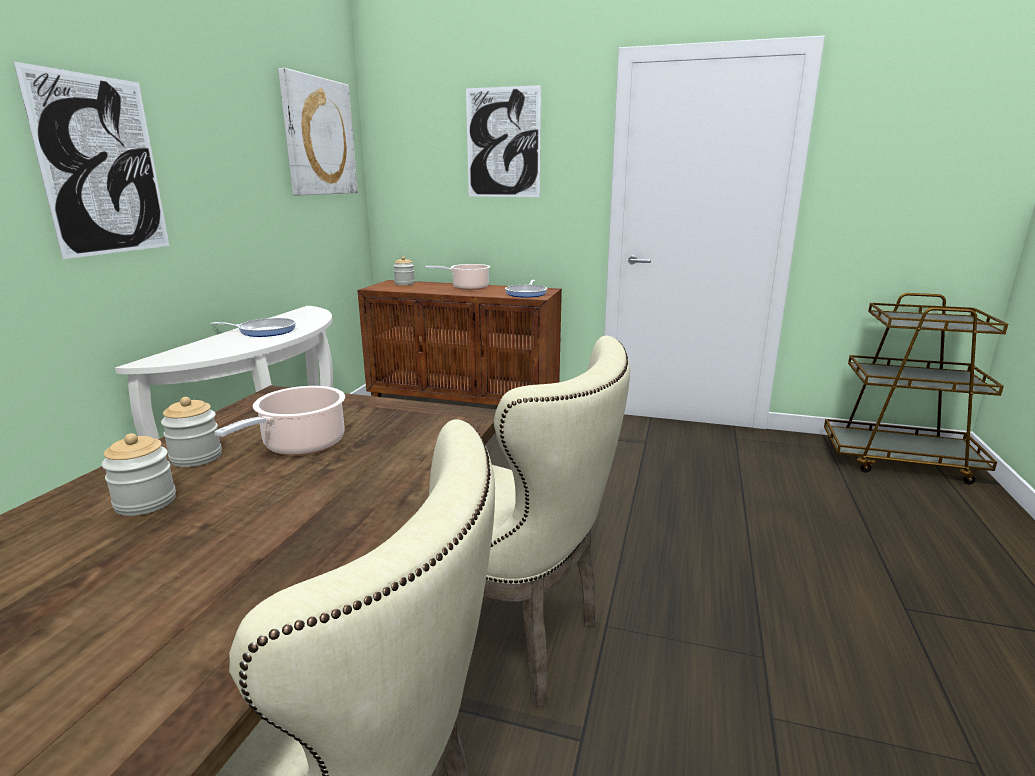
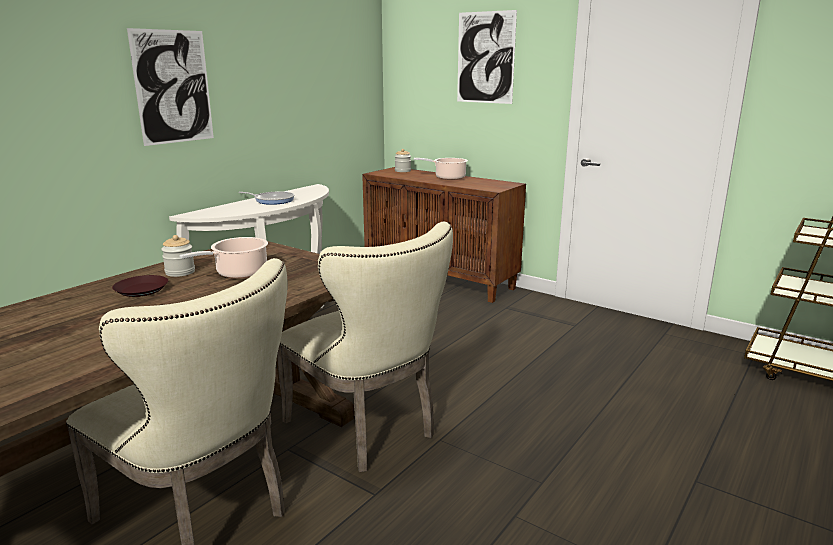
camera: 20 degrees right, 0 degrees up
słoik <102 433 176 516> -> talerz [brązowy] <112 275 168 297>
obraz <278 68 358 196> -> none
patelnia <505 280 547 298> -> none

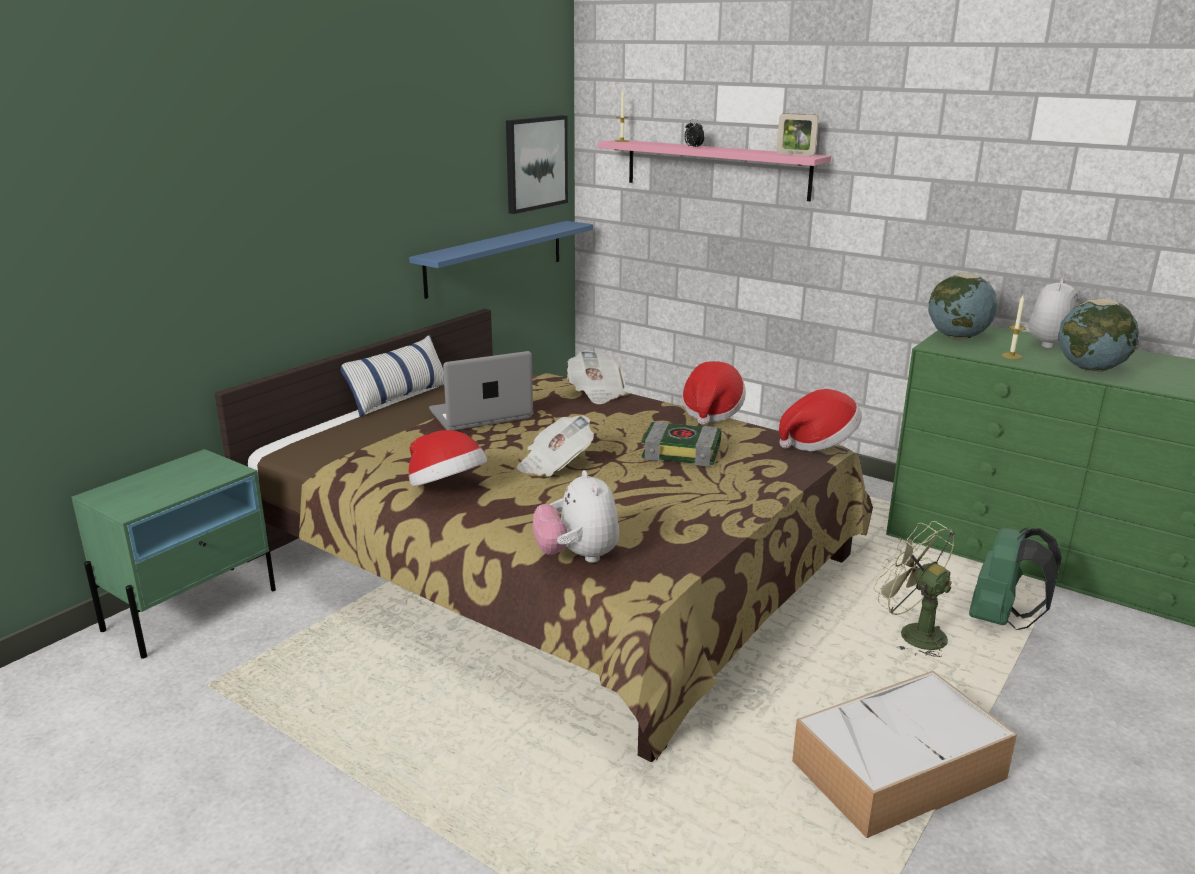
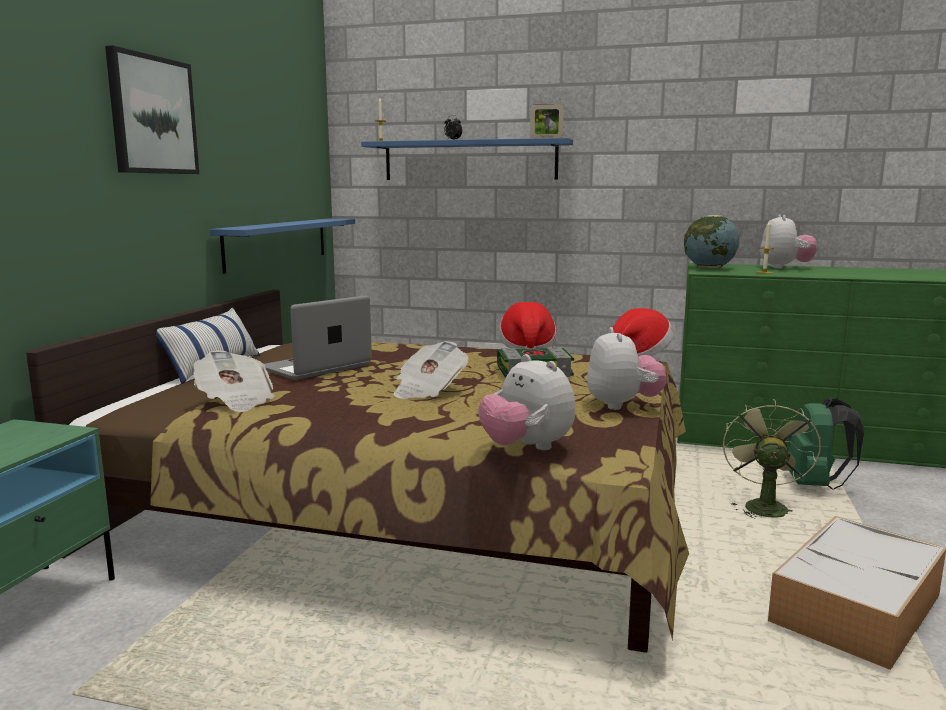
camera: 20 degrees left, 10 degrees down
obraz <506 115 568 214> -> obraz <105 46 199 174>, move
gazeta <567 350 626 404> -> gazeta <193 350 275 412>, move
półka [różowy] <598 140 831 201> -> półka [niebieski] <361 138 573 180>
none -> pluszak <587 327 667 410>
wentylator [zielony] <874 521 954 657> -> wentylator [zielony] <723 399 821 518>, 75 degrees clockwise
kapelusz <409 430 487 487> -> none
globus <1058 299 1139 371> -> none

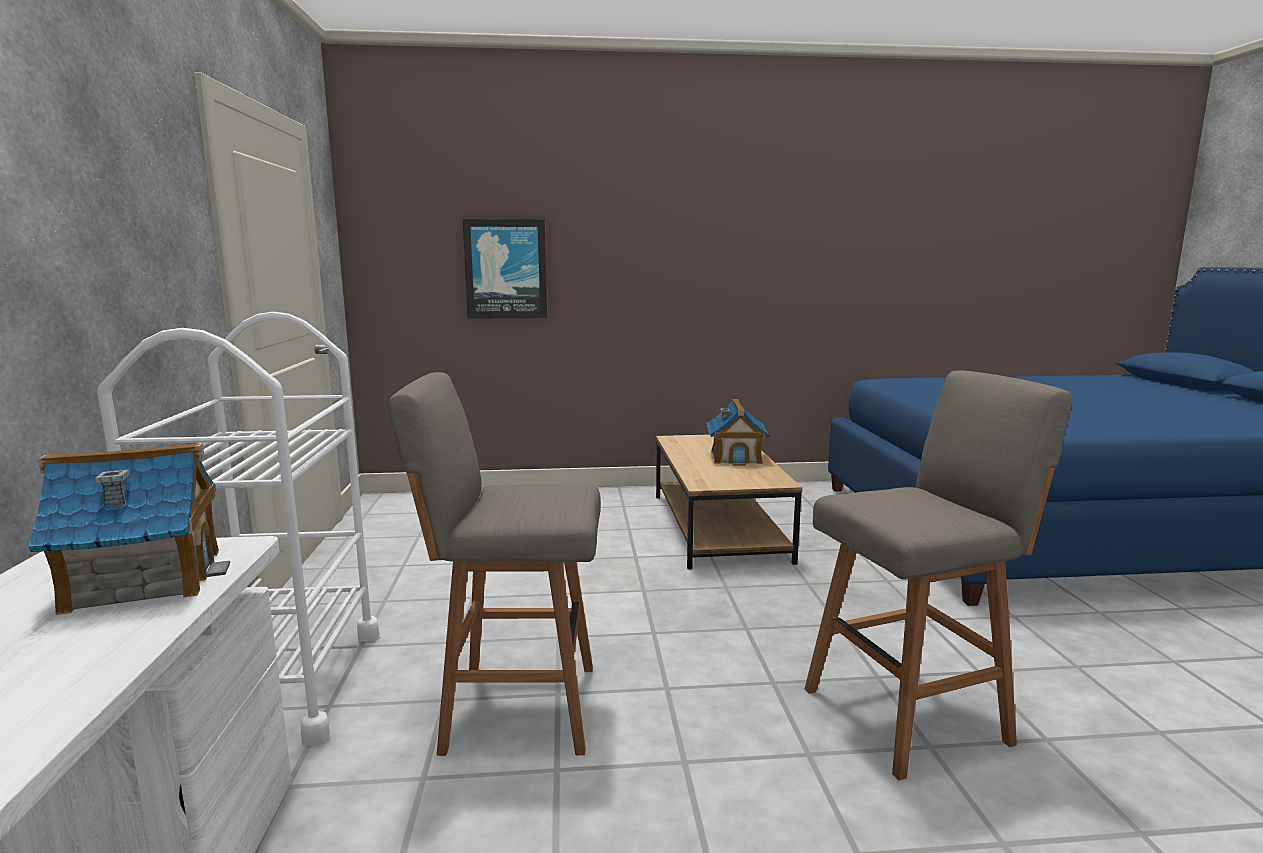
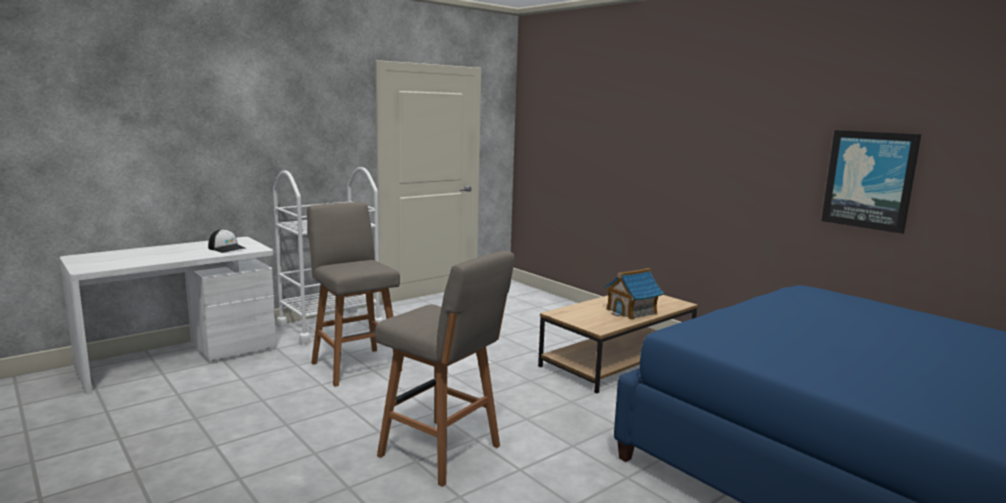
camera: 55 degrees right, 0 degrees up
domek <28 443 230 615> -> czapka z daszkiem <208 229 246 253>
obraz <463 219 547 319> -> obraz <821 130 921 234>, move

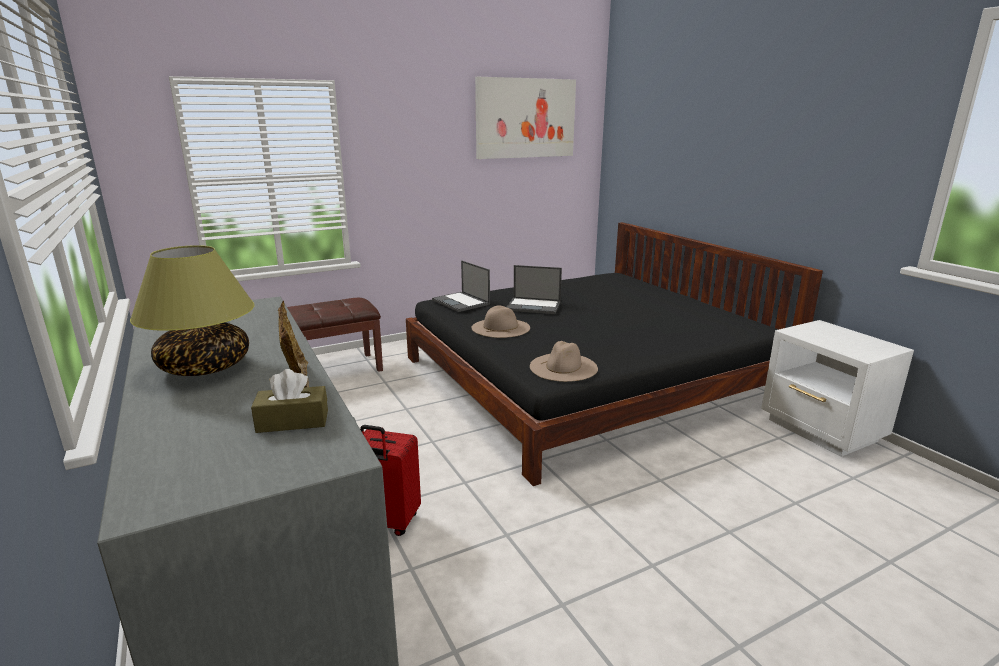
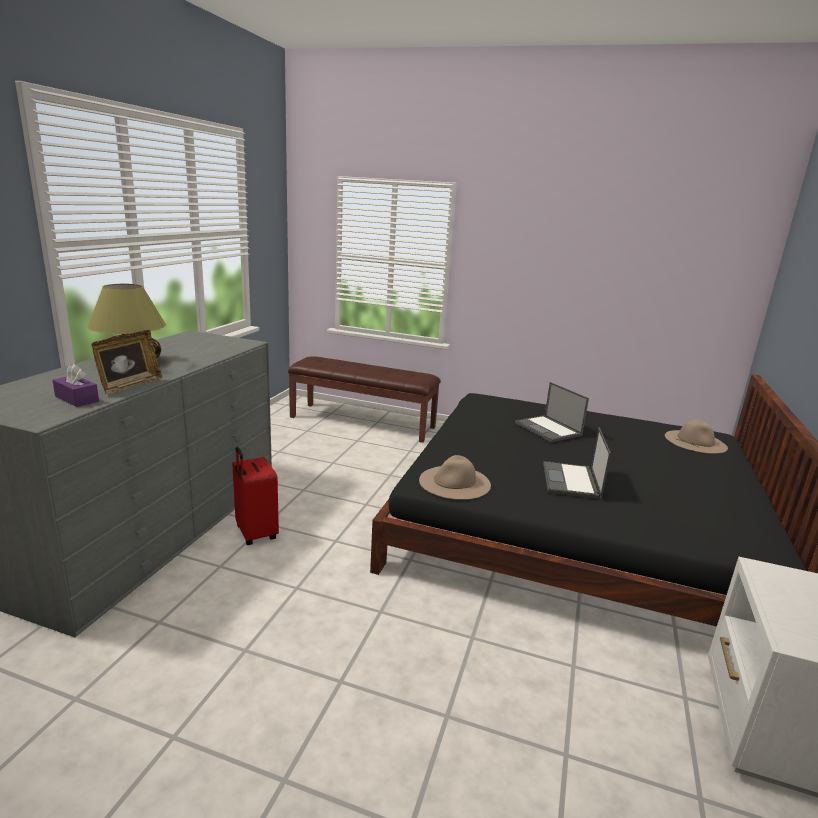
camera: 45 degrees right, 0 degrees up
pudełko chusteczek [brązowy] <251 369 328 433> -> pudełko chusteczek [fioletowy] <53 364 99 407>
laptop <432 260 490 312> -> laptop <543 427 611 499>, move
kapelusz [beżowy] <472 305 530 338> -> kapelusz [beżowy] <665 420 728 454>, move
obraz <475 77 576 159> -> none

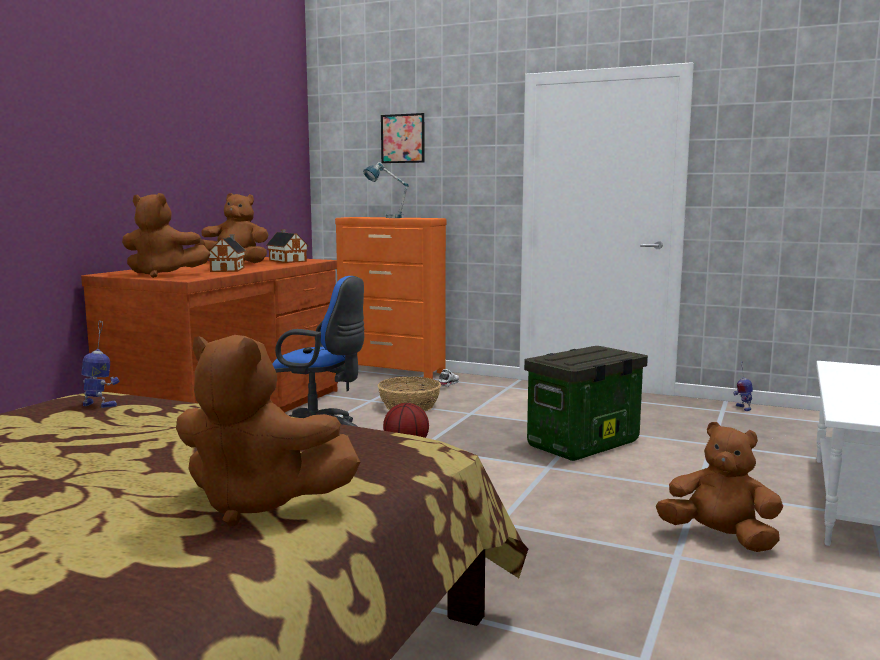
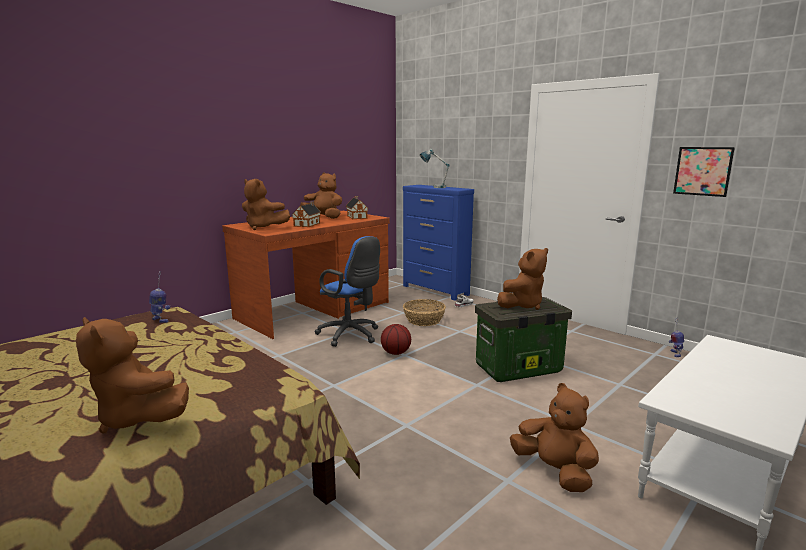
camera: 20 degrees right, 5 degrees up
komoda [pomarańczowy] <335 217 446 380> -> komoda [niebieski] <403 185 474 301>
none -> pluszak [brązowy] <497 248 548 310>
obraz <381 113 425 163> -> obraz <673 147 735 197>, move

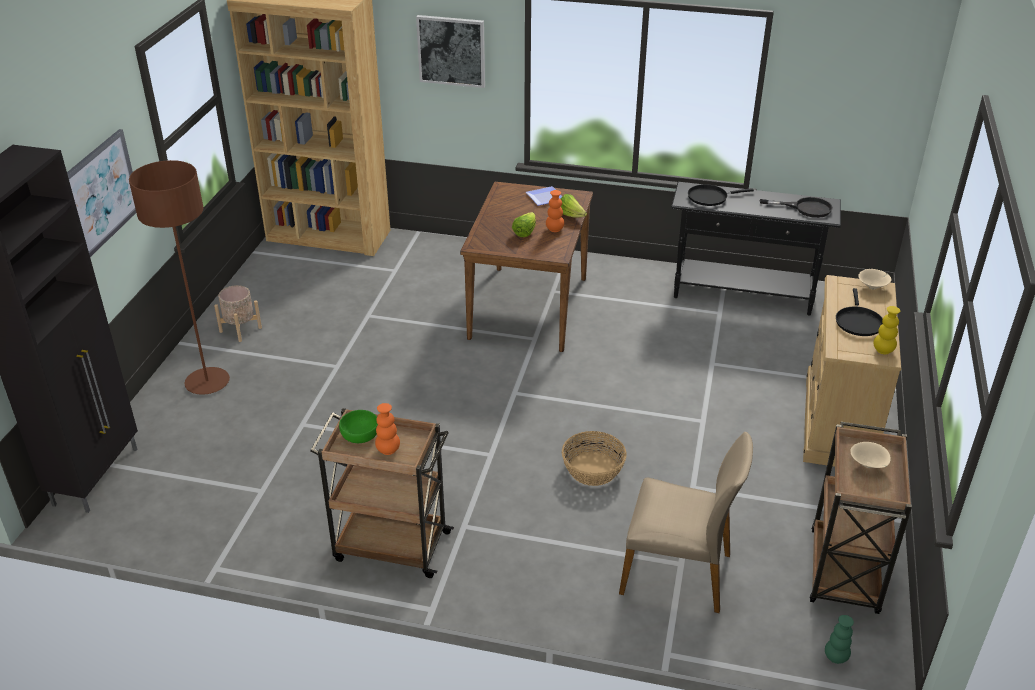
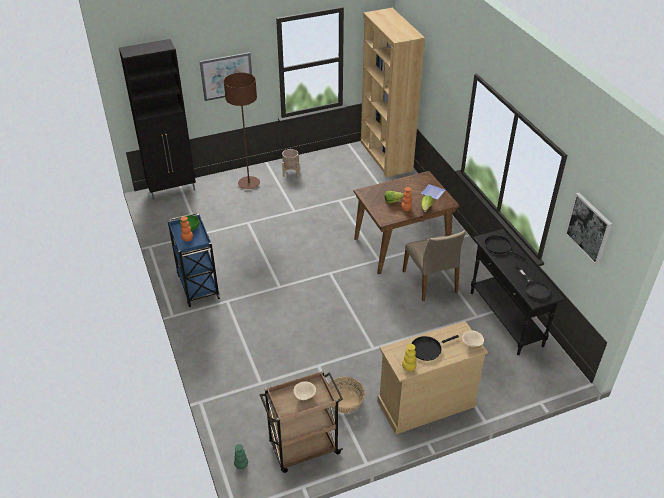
camera: 55 degrees right, 5 degrees up
wózek [brązowy] <310 408 454 578> -> wózek [niebieski] <168 213 220 307>
koszyk <562 431 627 486> -> koszyk <328 377 365 413>, move
krzesło [beżowy] <619 432 753 613> -> krzesło [beżowy] <403 230 466 301>, move
obraz <416 15 485 88> -> obraz <565 193 612 265>, move

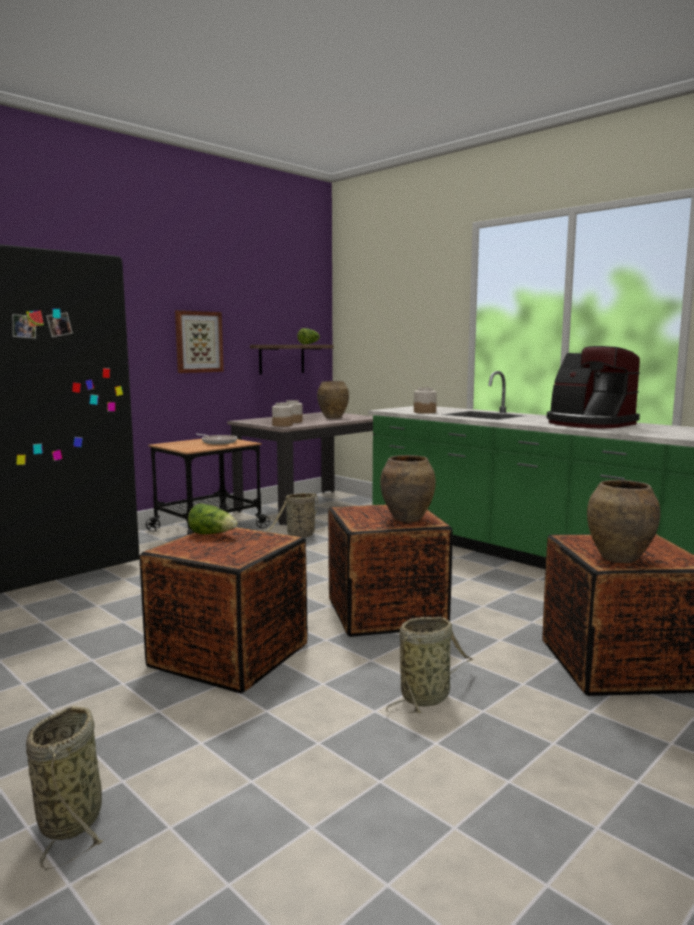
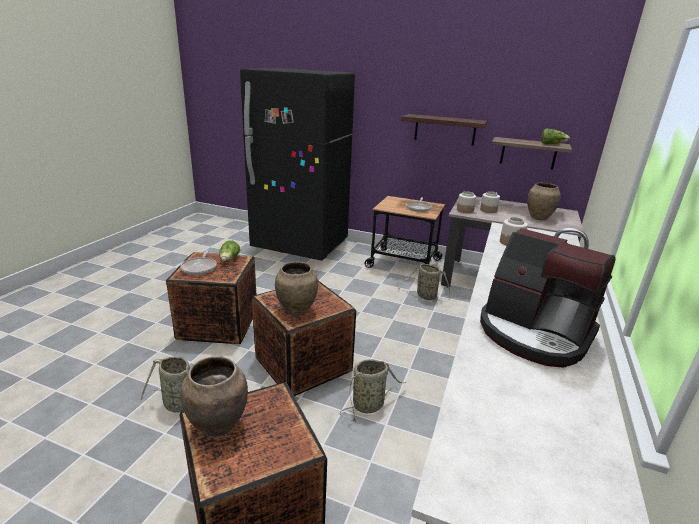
camera: 65 degrees right, 15 degrees up
none -> patelnia <180 249 216 275>
koszyk <26 706 104 870> -> koszyk <340 359 407 422>, move
obraz <175 310 224 373> -> półka <401 114 487 146>
ekspres do kawy <547 346 640 429> -> ekspres do kawy <480 228 616 368>, 75 degrees counterclockwise

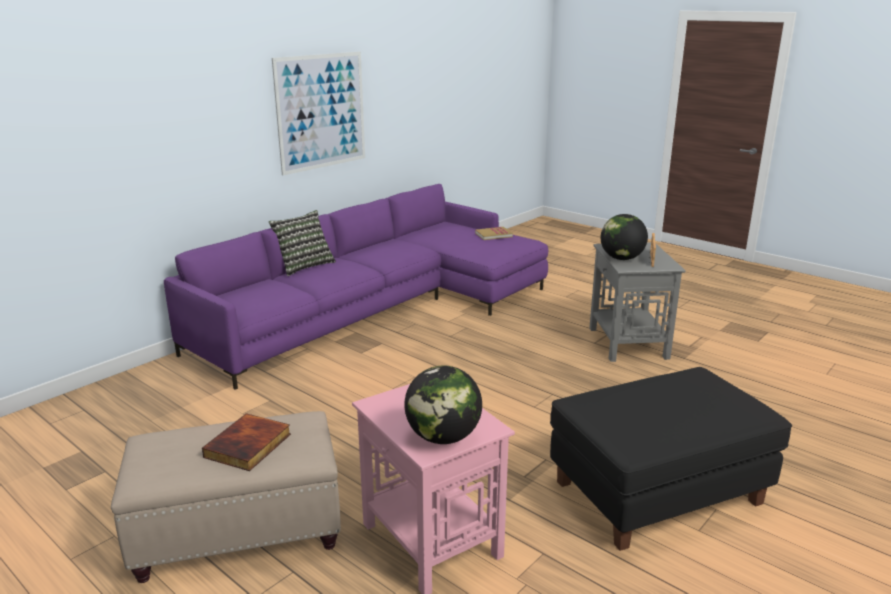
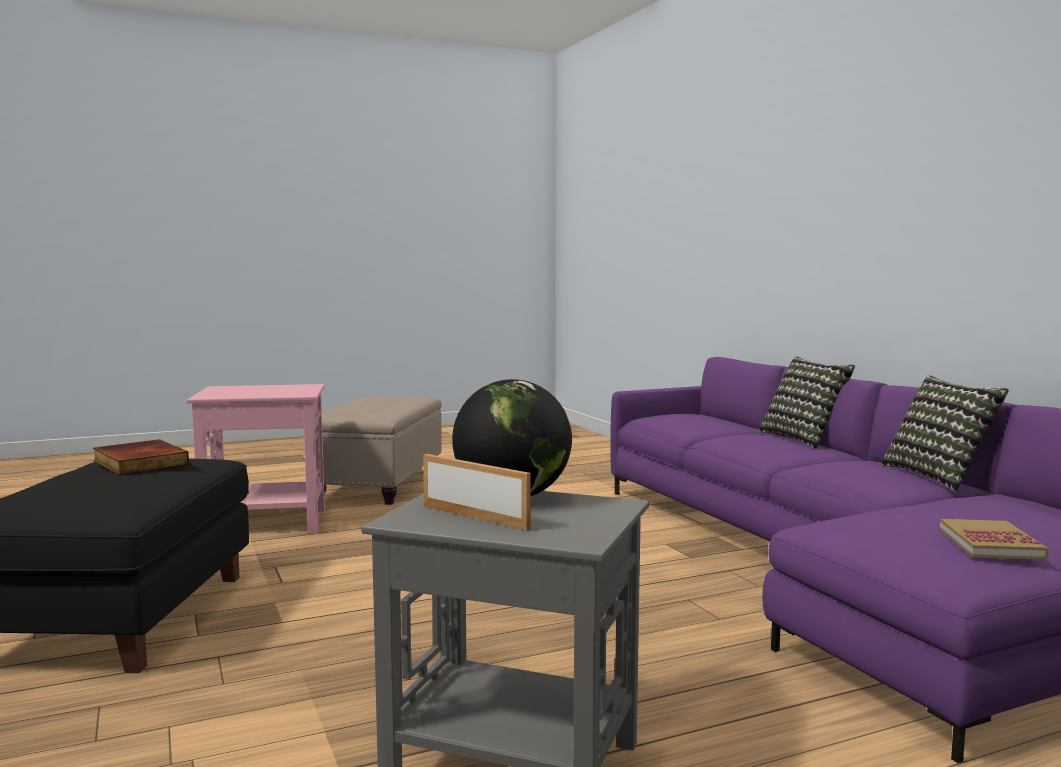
camera: 115 degrees right, 15 degrees down
książka <202 413 291 471> -> książka <93 439 189 475>, move
none -> poduszka <882 375 1008 491>
obraz <272 51 365 175> -> none
globus <404 365 482 444> -> none

